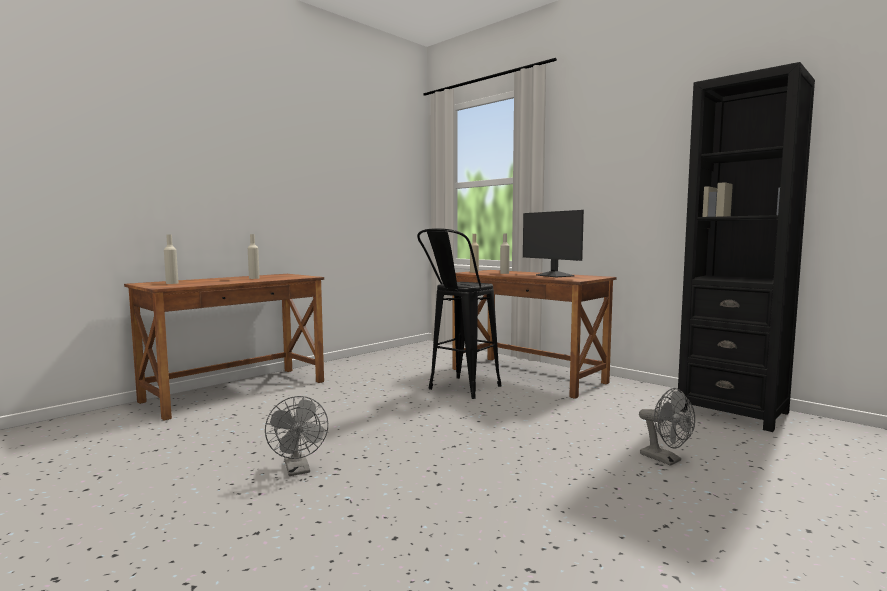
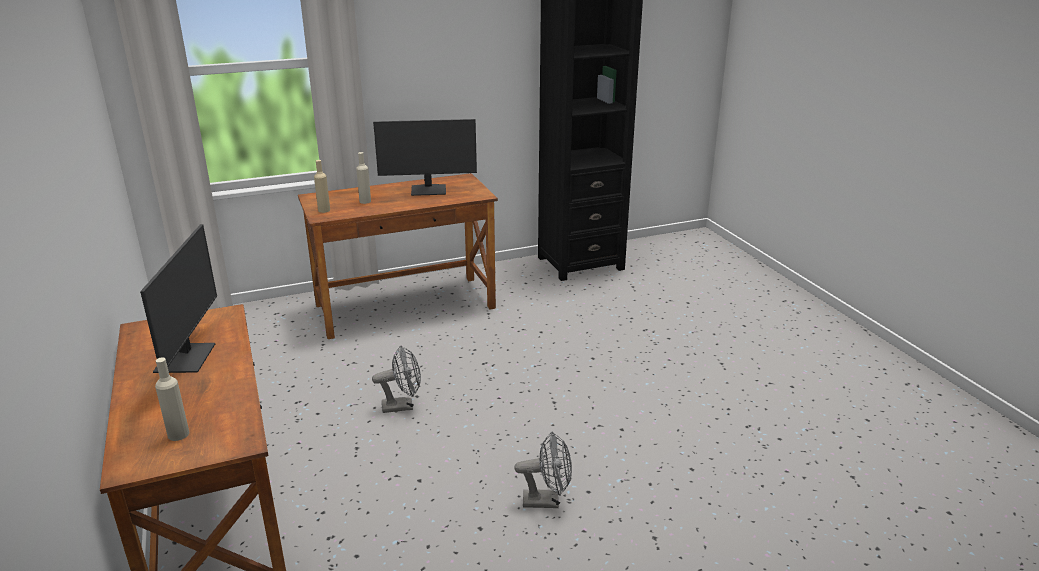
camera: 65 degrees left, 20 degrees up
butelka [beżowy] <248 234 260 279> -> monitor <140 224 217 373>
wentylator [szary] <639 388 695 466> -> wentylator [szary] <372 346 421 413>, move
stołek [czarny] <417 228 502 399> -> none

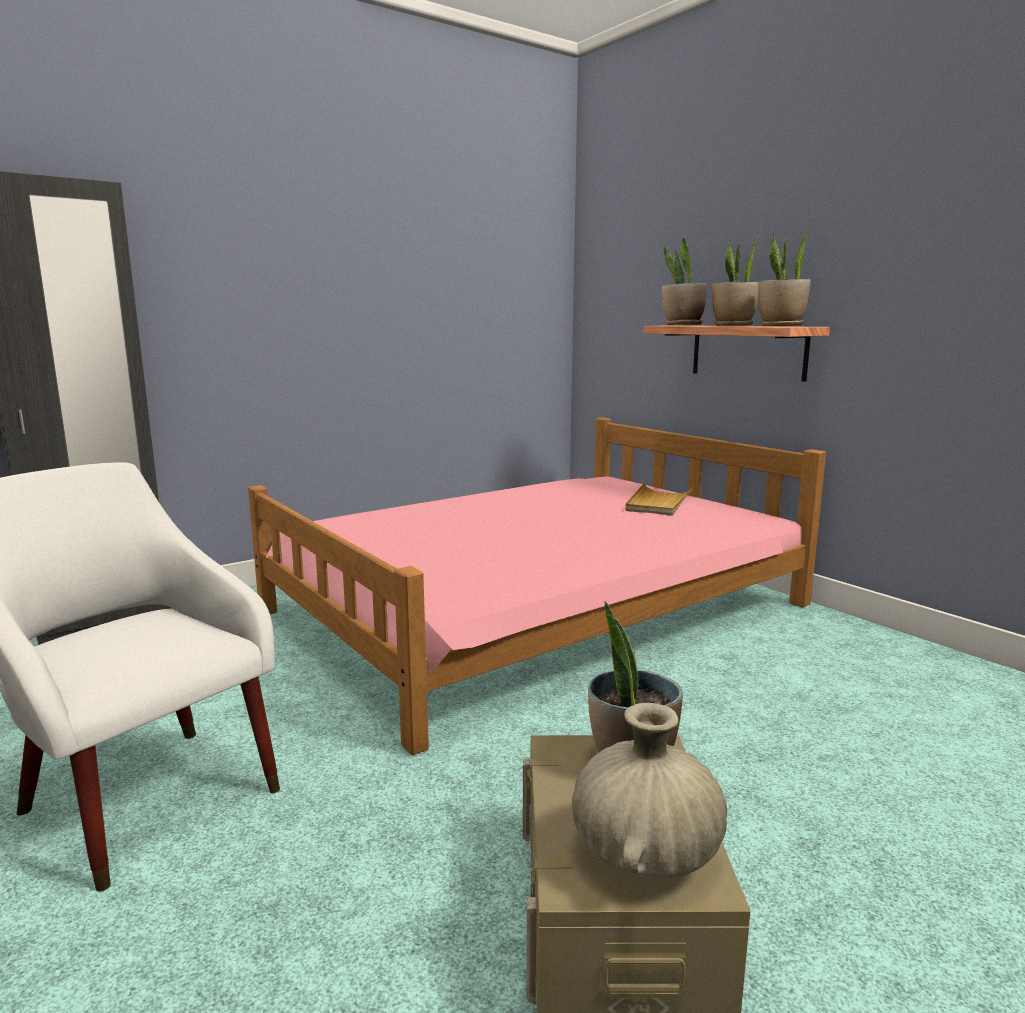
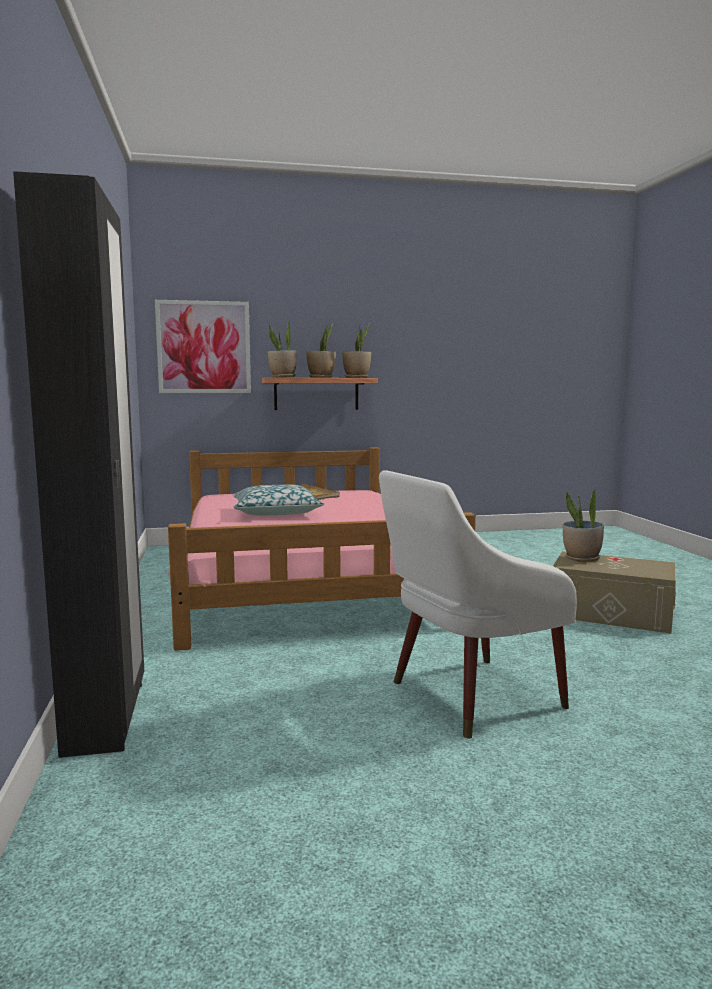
camera: 65 degrees left, 5 degrees down
none -> obraz <155 300 251 393>
none -> poduszka <233 485 324 515>
wazon [beżowy] <572 703 727 879> -> none

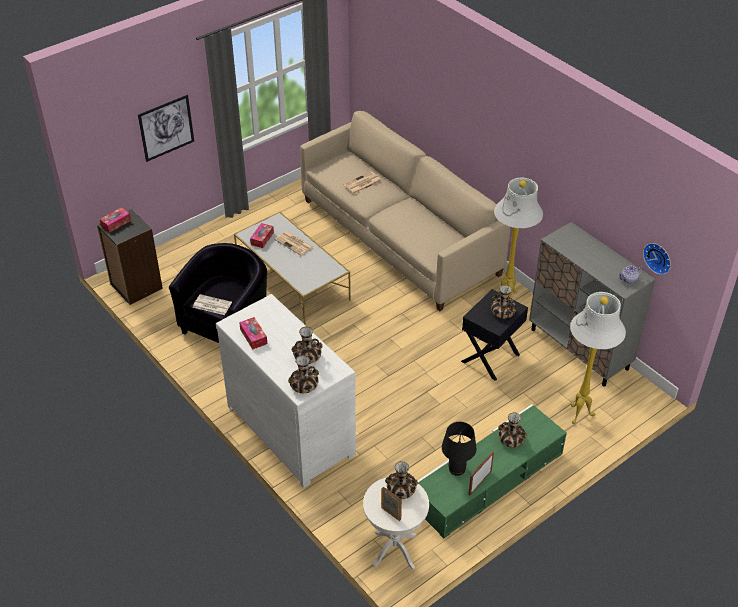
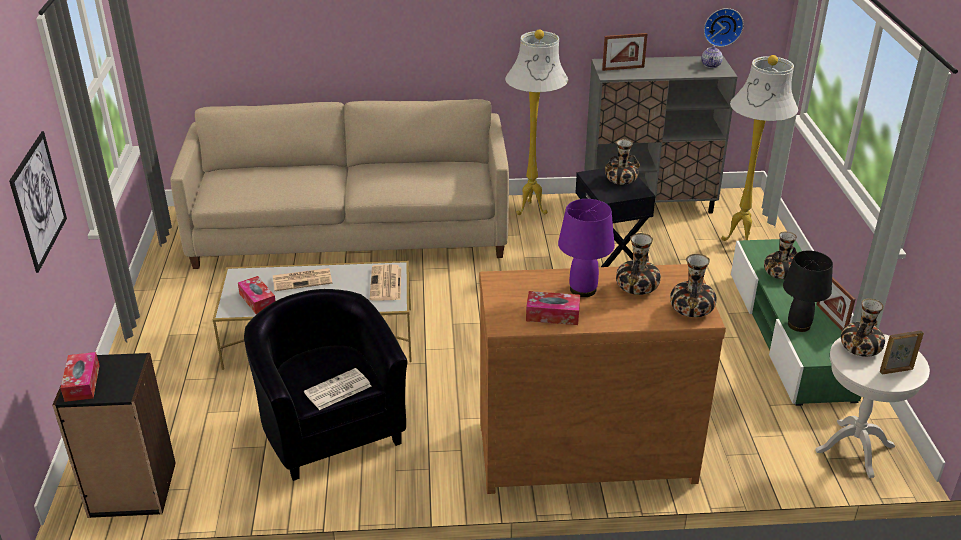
camera: 55 degrees left, 10 degrees down
gazeta <343 171 381 194> -> gazeta <370 264 401 301>, move
komoda [biały] <216 294 356 488> -> komoda [brązowy] <479 264 726 494>
none -> lampa stołowa [fioletowy] <558 199 615 297>
none -> ramka na zdjęcie <602 33 647 71>

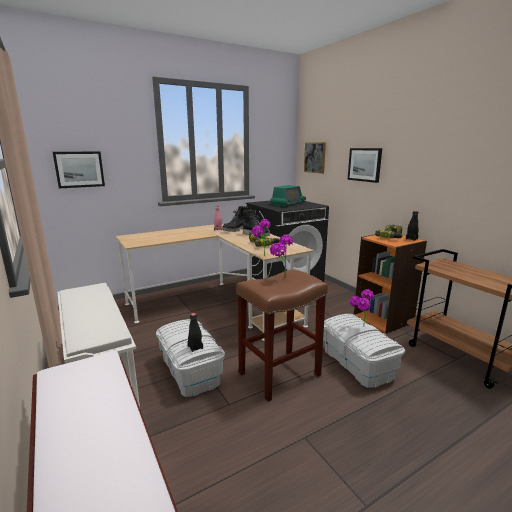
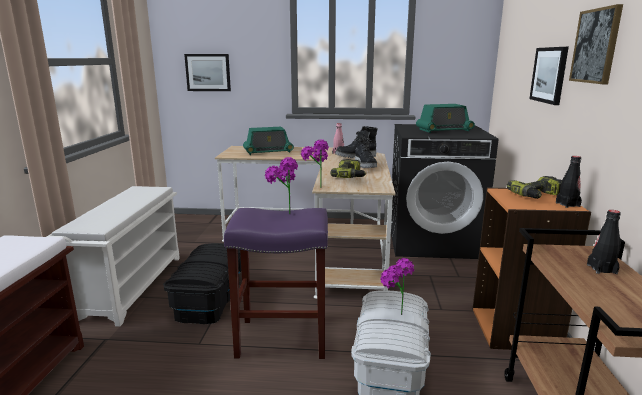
camera: 35 degrees right, 0 degrees up
pojemnik do przechowywania [biały] <156 319 225 397> -> pojemnik do przechowywania [czarny] <163 243 241 324>
stołek [brązowy] <236 269 328 402> -> stołek [fioletowy] <224 208 328 359>
none -> radio <243 127 294 155>
obraz <304 142 326 174> -> obraz <569 4 623 84>, move
butelka [czarny] <187 313 203 352> -> butelka [czarny] <587 210 621 274>, move

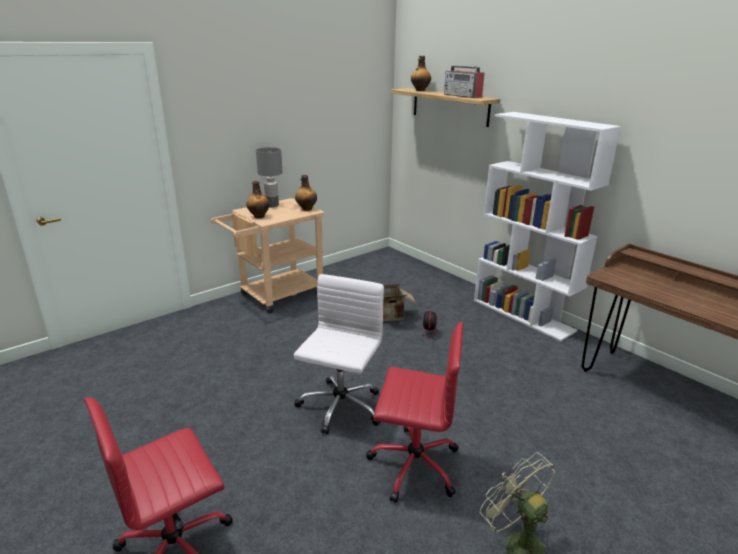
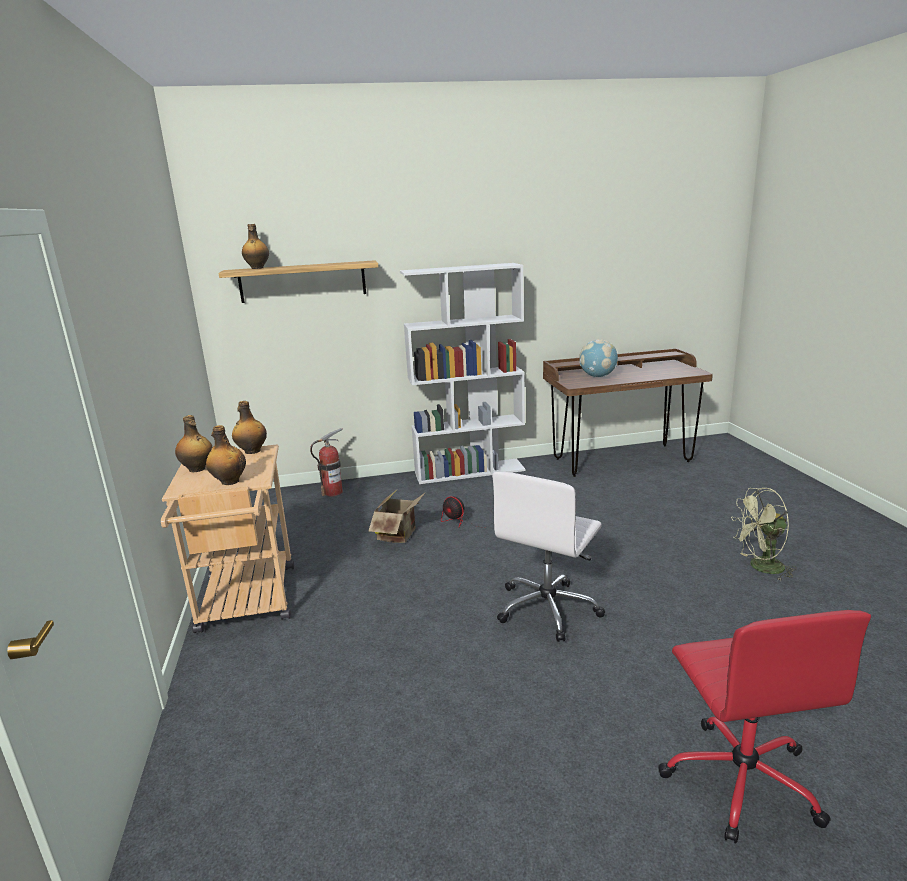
camera: 60 degrees left, 5 degrees down
lampa stołowa [szary] <256 147 282 208> -> butelka <175 415 212 472>
none -> gaśnica <310 428 343 496>
krzesło biurowe [biały] <294 274 384 435> -> krzesło biurowe [biały] <492 472 605 642>, 105 degrees counterclockwise
none -> globus <579 339 618 377>
krzesło biurowe [czerwony] <366 322 464 503> -> none
radio <444 66 485 98> -> none

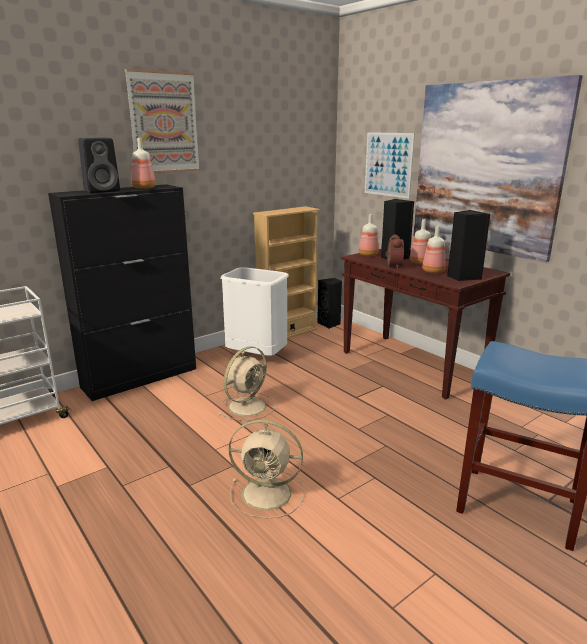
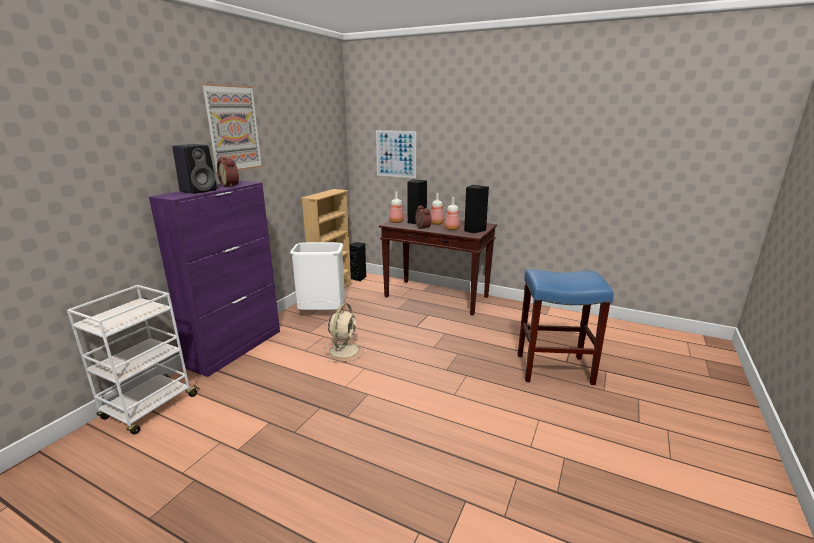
camera: 25 degrees left, 0 degrees up
szafka [czarny] <48 184 196 401> -> szafka [fioletowy] <149 180 280 377>
butelka <132 138 156 189> -> budzik <217 157 239 187>
wentylator [beżowy] <229 420 304 519> -> none
obraz <413 75 583 262> -> none

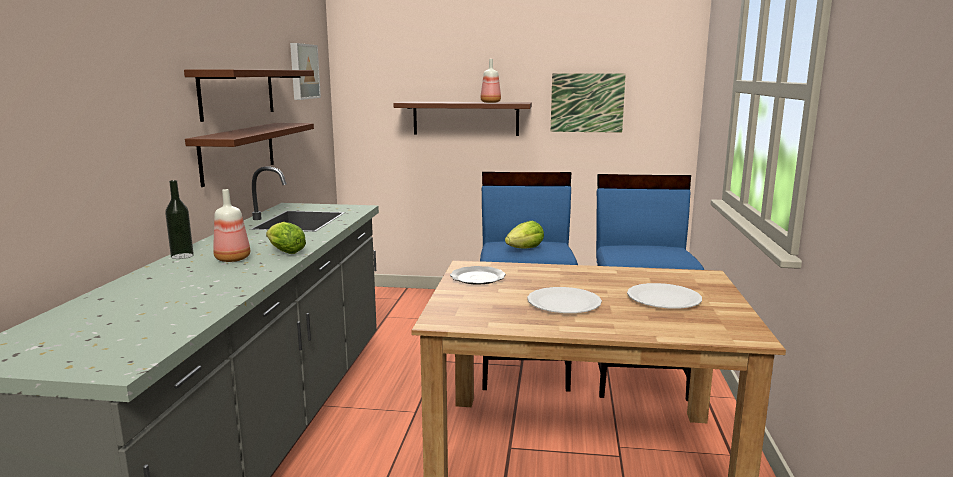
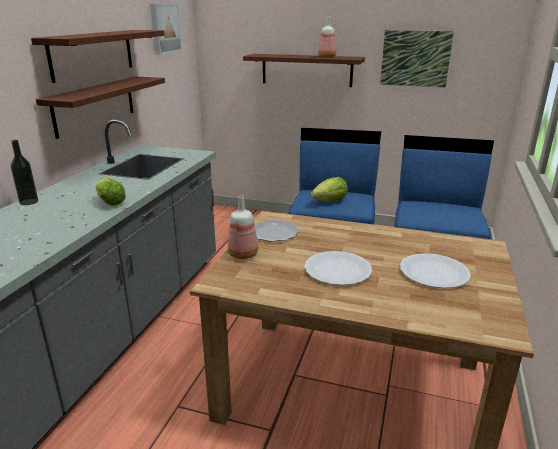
camera: 10 degrees right, 10 degrees up
butelka <213 189 250 262> -> butelka <228 195 258 259>, move

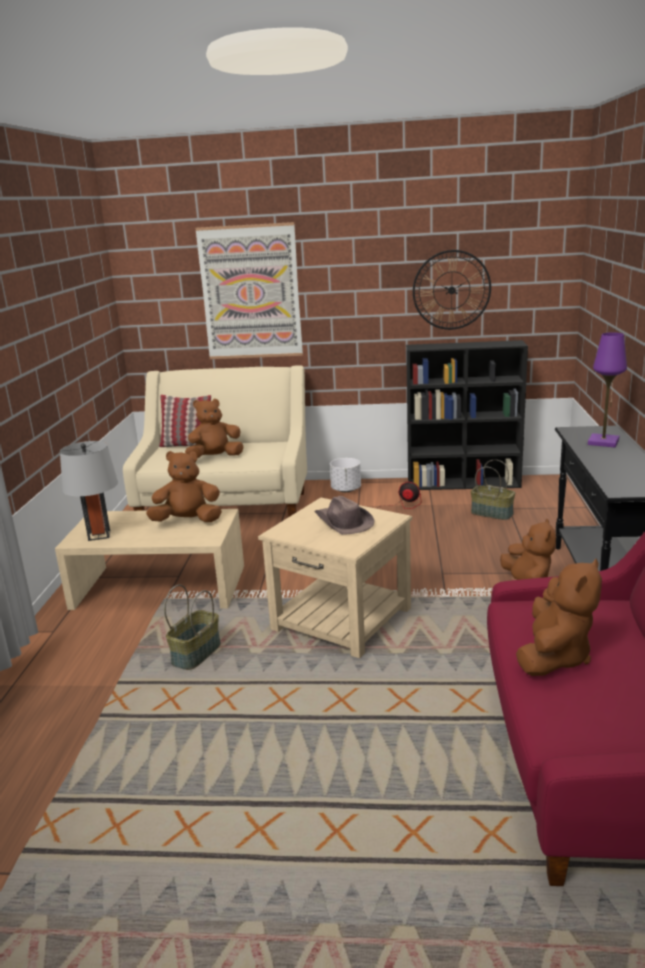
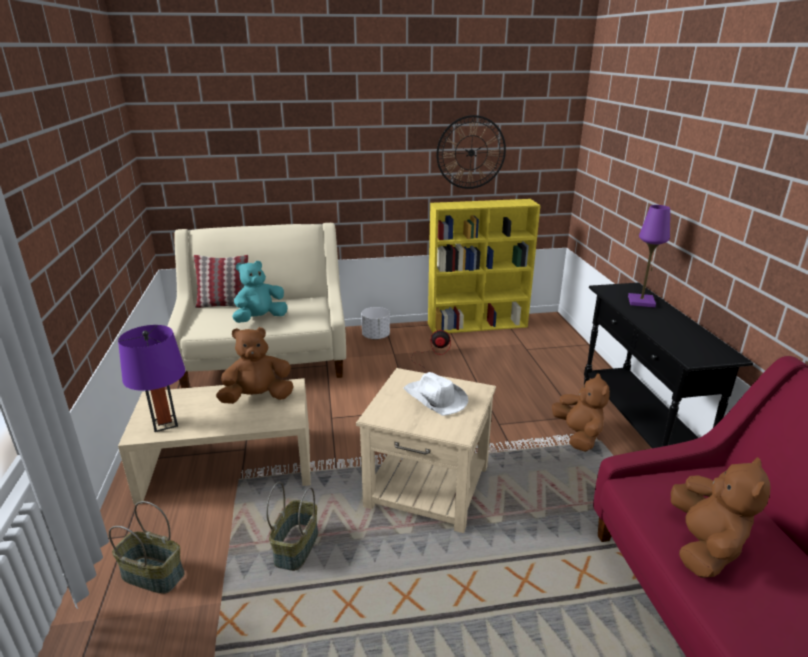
camera: 15 degrees left, 5 degrees up
koszyk <471 460 515 520> -> koszyk <109 501 185 594>, move
lampa stołowa [szary] <60 441 118 541> -> lampa stołowa [fioletowy] <118 325 185 432>
pluszak [brązowy] <185 399 244 458> -> pluszak [turkusowy] <232 261 288 323>
kapelusz [brązowy] <314 496 375 535> -> kapelusz [biały] <403 372 468 416>
regał [czarny] <406 340 528 490> -> regał [żółty] <428 199 541 333>
obraz <195 222 303 359> -> none

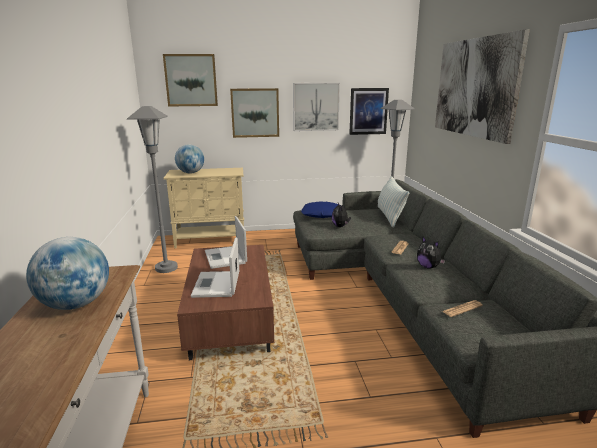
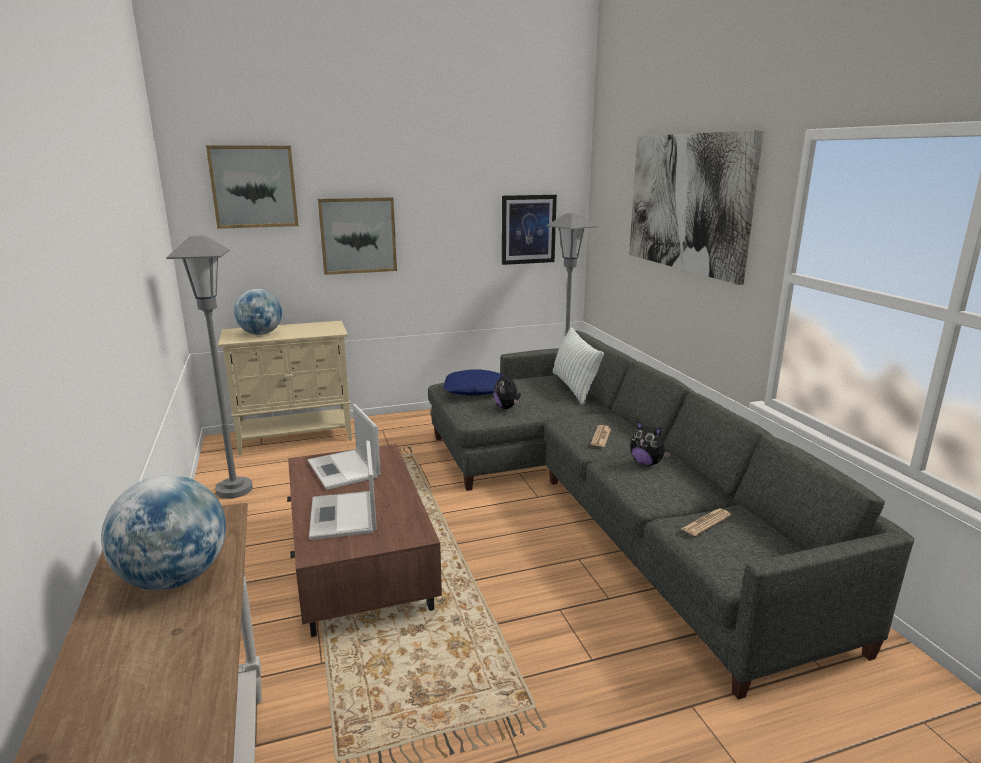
camera: 10 degrees left, 0 degrees up
obraz <293 83 340 131> -> none

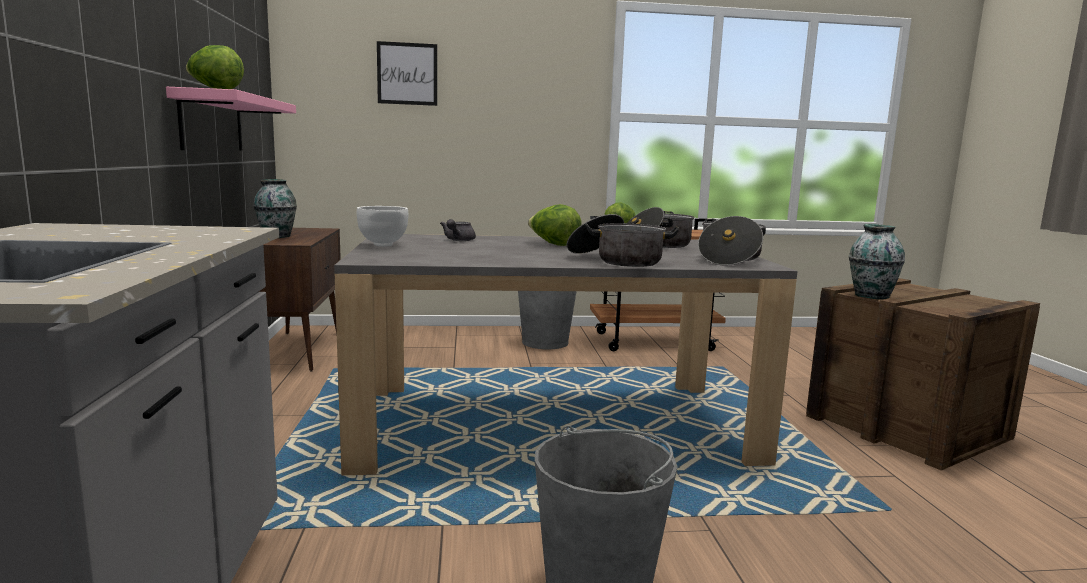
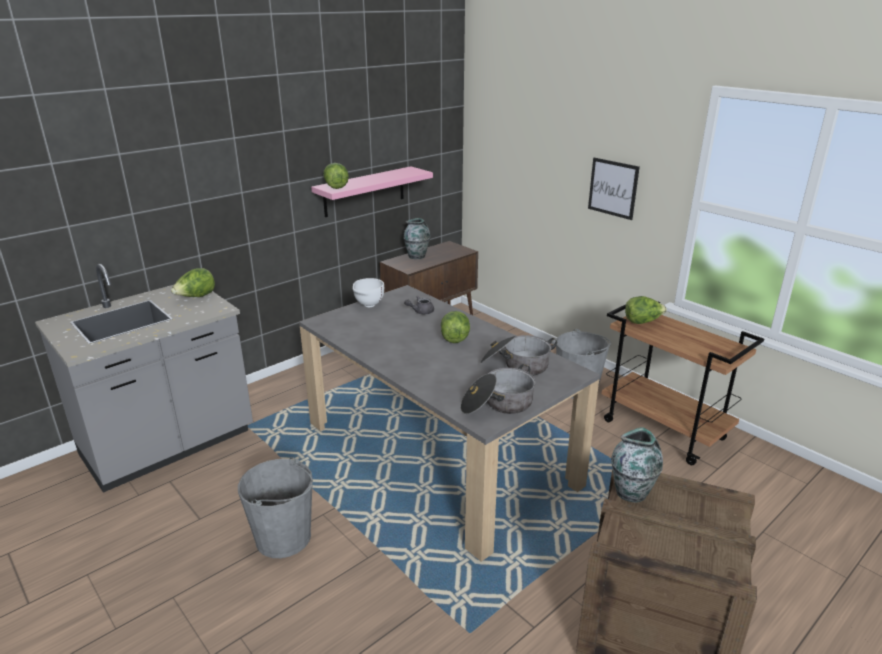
camera: 55 degrees right, 15 degrees up
none -> sałata <171 268 215 297>
obraz <377 41 437 106> -> obraz <588 158 640 220>, move
garnek <567 214 679 267> -> none

